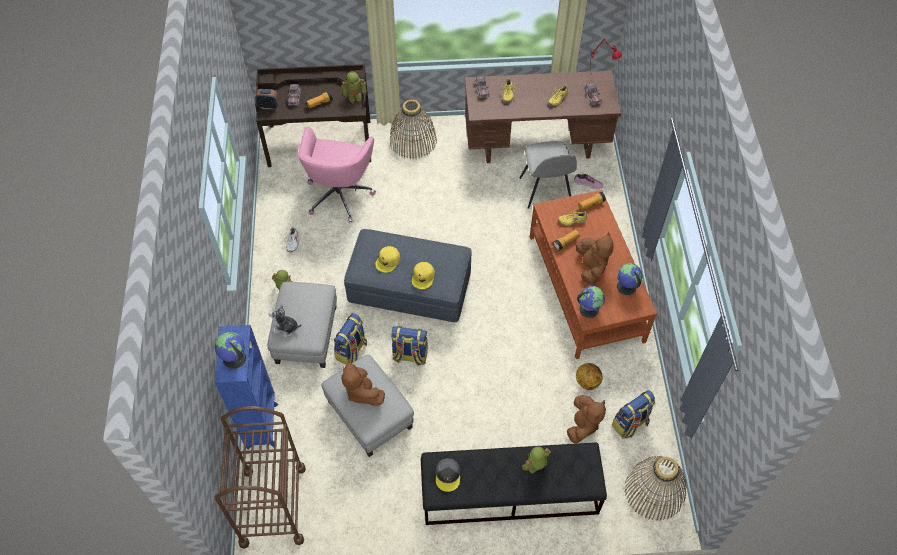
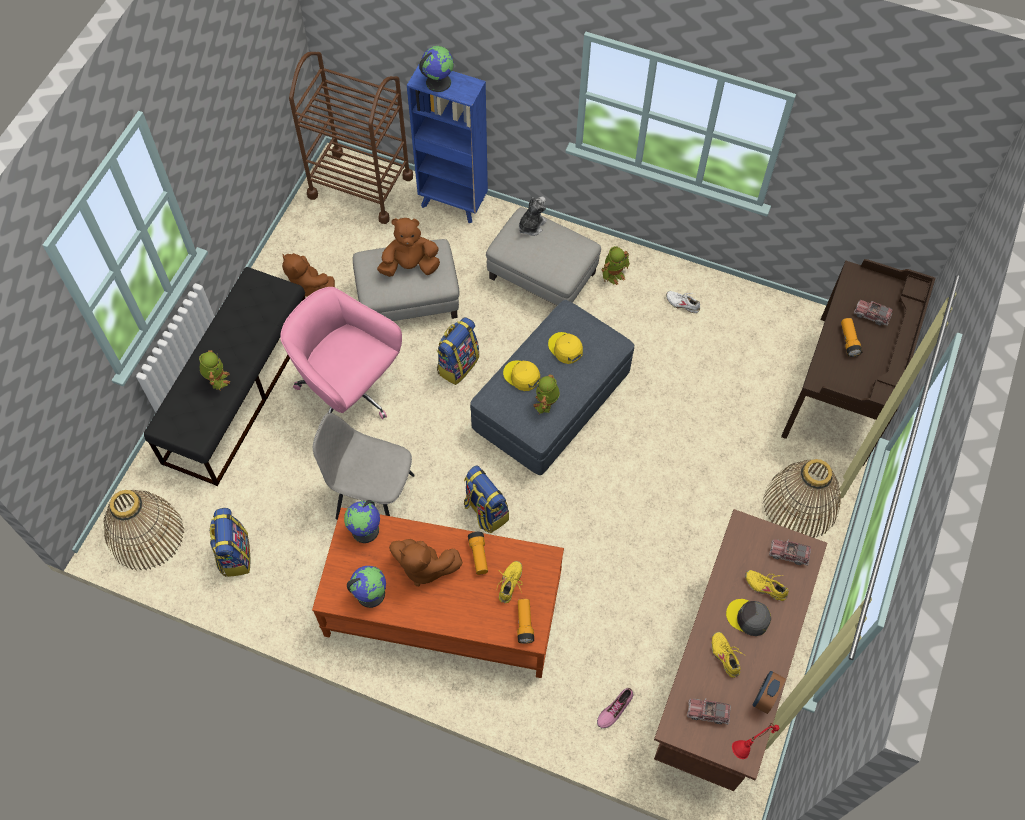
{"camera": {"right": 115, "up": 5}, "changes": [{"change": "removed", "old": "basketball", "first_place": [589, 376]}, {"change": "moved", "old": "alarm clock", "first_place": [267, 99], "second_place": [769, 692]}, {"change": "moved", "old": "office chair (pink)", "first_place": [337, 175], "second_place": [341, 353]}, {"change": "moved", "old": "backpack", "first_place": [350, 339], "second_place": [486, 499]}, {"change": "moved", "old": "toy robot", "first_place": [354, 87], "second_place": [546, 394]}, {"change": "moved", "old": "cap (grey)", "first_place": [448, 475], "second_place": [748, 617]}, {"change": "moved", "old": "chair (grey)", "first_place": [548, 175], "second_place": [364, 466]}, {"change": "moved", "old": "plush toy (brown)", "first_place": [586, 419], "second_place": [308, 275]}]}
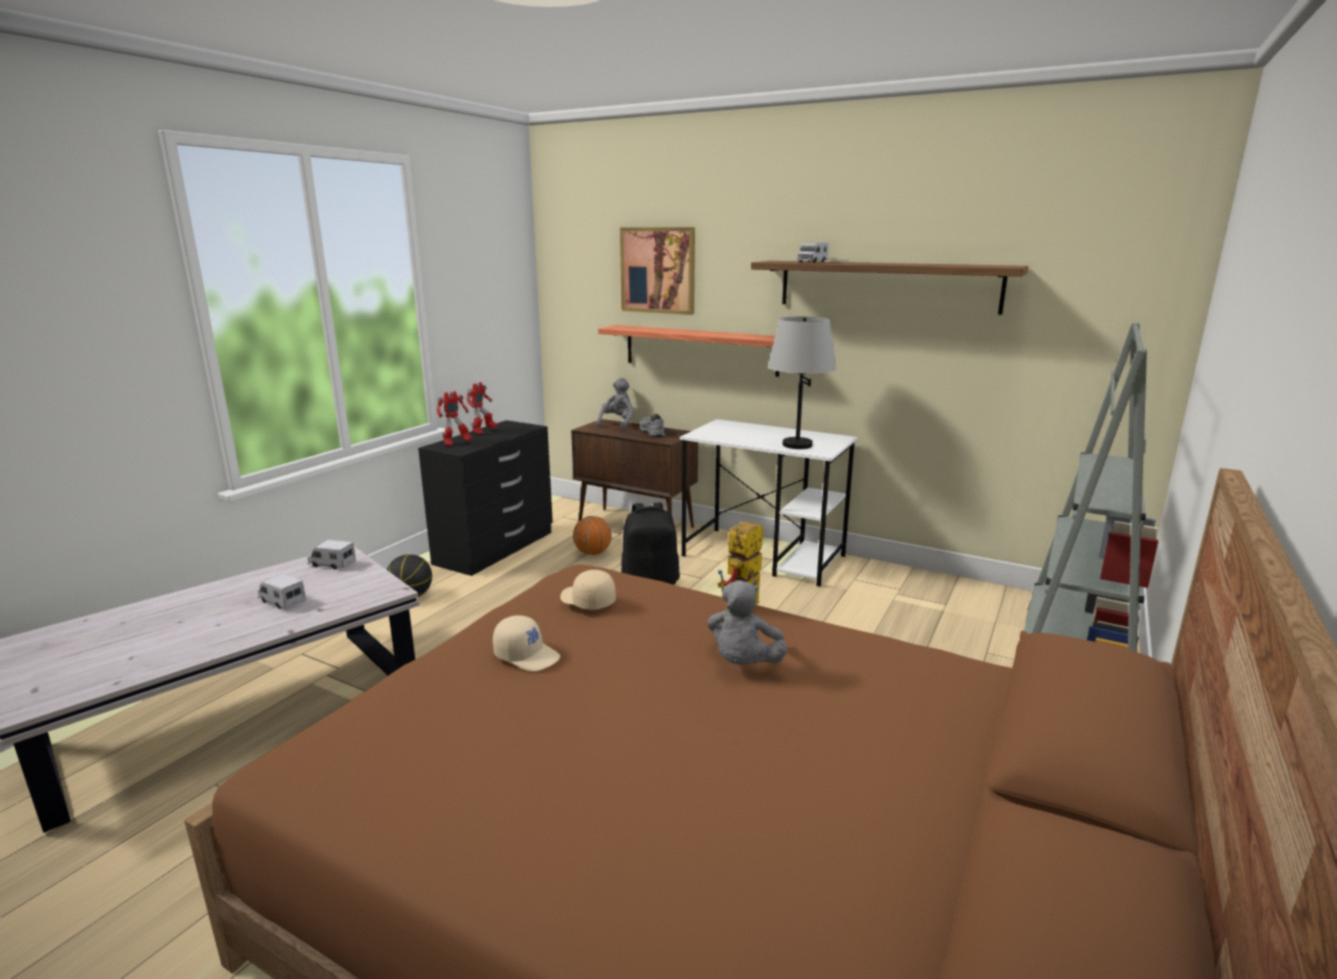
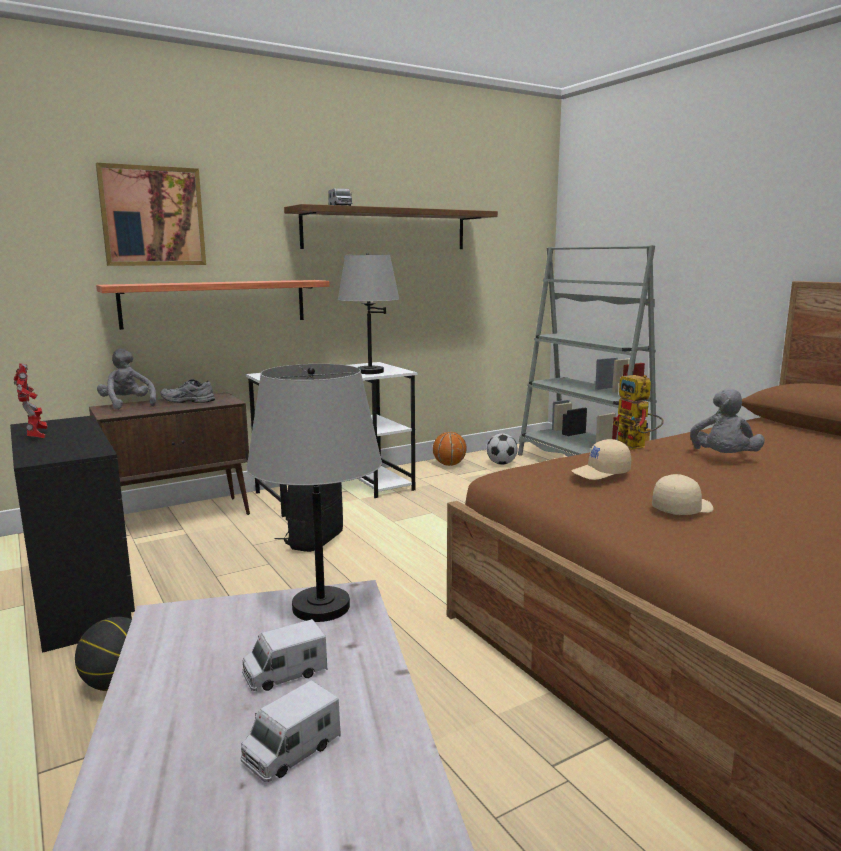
{"camera": {"right": -60, "up": -5}, "changes": [{"change": "removed", "old": "toy robot", "first_place": [454, 418]}, {"change": "added", "new": "table lamp (grey)", "second_place": [314, 493]}, {"change": "added", "new": "football", "second_place": [502, 449]}, {"change": "moved", "old": "toy truck", "first_place": [331, 555], "second_place": [291, 731]}, {"change": "moved", "old": "basketball", "first_place": [592, 535], "second_place": [450, 449]}, {"change": "turned", "old": "plush toy (grey)", "first_place": [747, 622], "second_place": [727, 420], "degrees": 60}]}
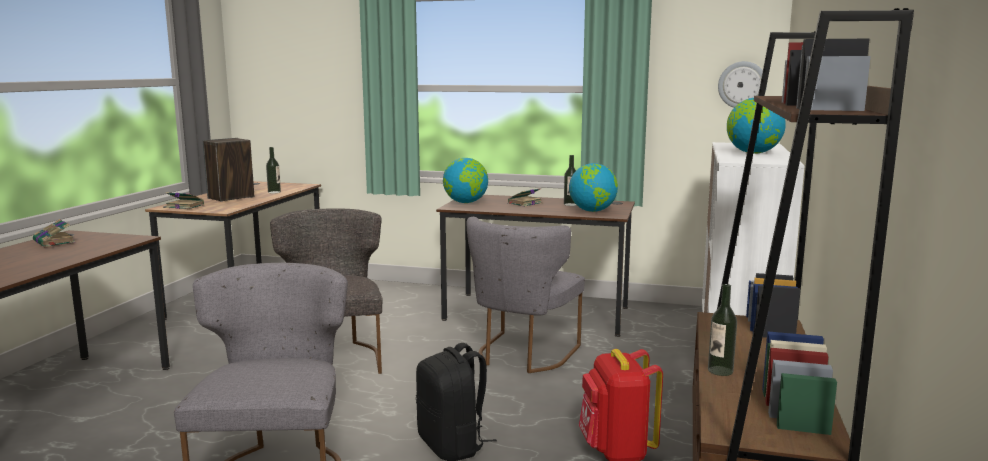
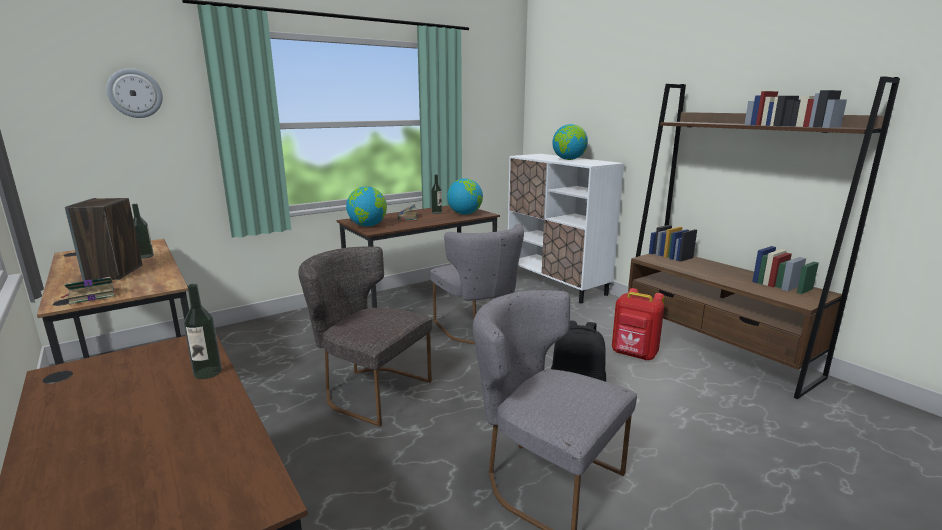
{"camera": {"right": -50, "up": 5}, "changes": [{"change": "removed", "old": "book", "first_place": [54, 233]}, {"change": "moved", "old": "bottle", "first_place": [722, 330], "second_place": [203, 331]}, {"change": "moved", "old": "wall clock", "first_place": [742, 84], "second_place": [134, 93]}]}
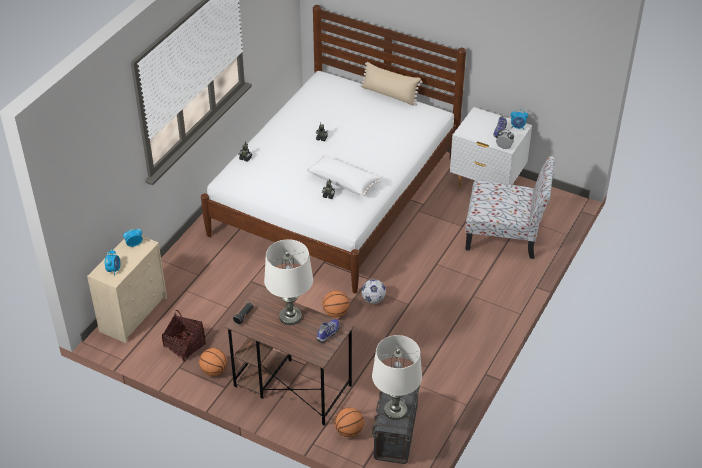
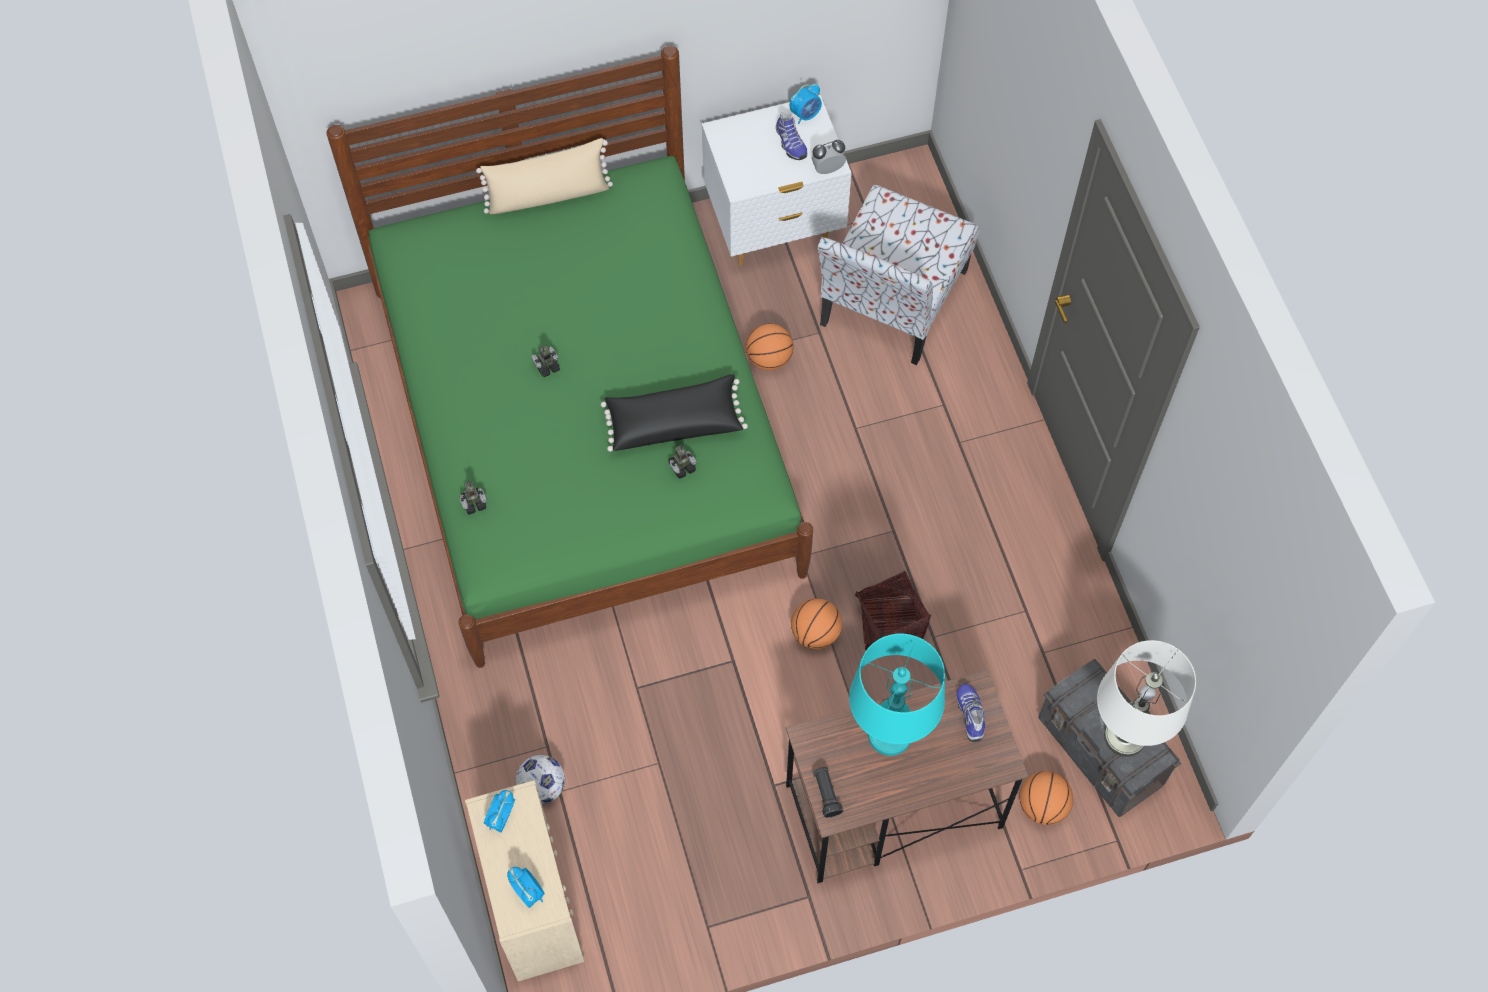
{"camera": {"right": -45, "up": 20}, "changes": [{"change": "moved", "old": "basket", "first_place": [184, 335], "second_place": [893, 610]}, {"change": "moved", "old": "basketball", "first_place": [213, 362], "second_place": [770, 347]}, {"change": "moved", "old": "football", "first_place": [373, 291], "second_place": [540, 779]}, {"change": "recoloured", "old": "bed (white)", "new": "bed (green)", "first_place": [333, 149], "second_place": [570, 356]}, {"change": "recoloured", "old": "table lamp (white)", "new": "table lamp (turquoise)", "first_place": [288, 282], "second_place": [897, 695]}, {"change": "recoloured", "old": "pillow (white)", "new": "pillow (black)", "first_place": [344, 175], "second_place": [674, 413]}, {"change": "turned", "old": "chair", "first_place": [510, 207], "second_place": [898, 275], "degrees": 150}]}
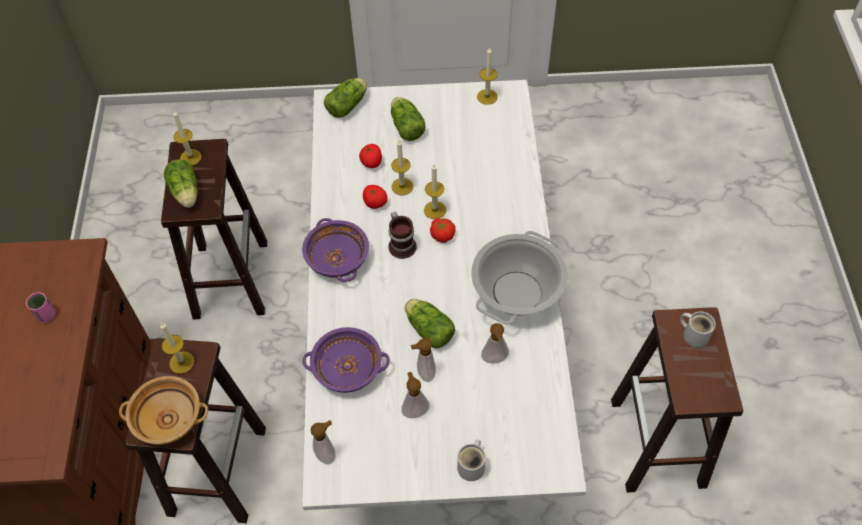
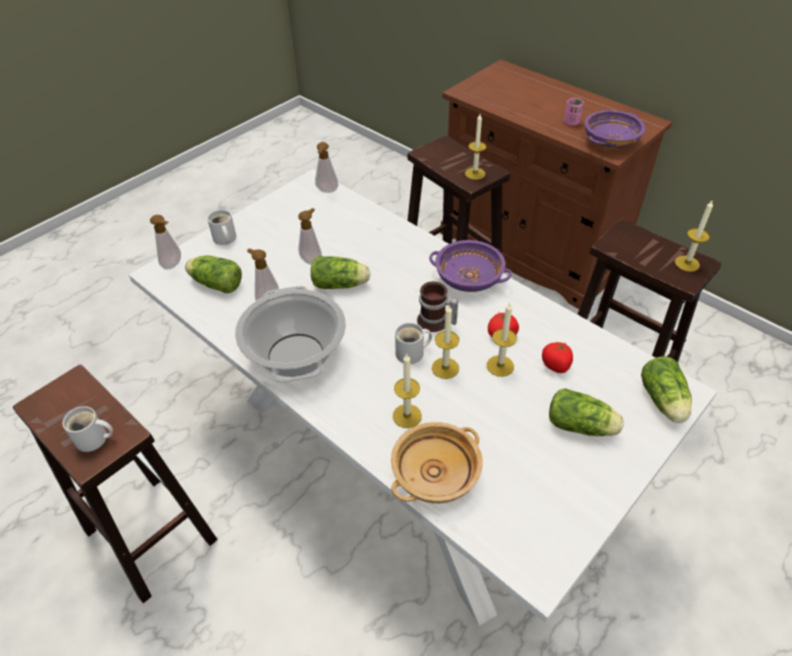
{"camera": {"right": 135, "up": -10}, "changes": [{"change": "moved", "old": "bowl (beige)", "first_place": [163, 410], "second_place": [437, 462]}, {"change": "moved", "old": "lettuce", "first_place": [181, 183], "second_place": [213, 274]}, {"change": "moved", "old": "bowl (purple)", "first_place": [346, 360], "second_place": [615, 129]}, {"change": "moved", "old": "soap dispenser", "first_place": [415, 395], "second_place": [165, 242]}, {"change": "moved", "old": "candle", "first_place": [487, 76], "second_place": [407, 390]}, {"change": "replaced", "old": "tomato", "new": "mug (white)", "first_place": [443, 230], "second_place": [413, 343]}]}
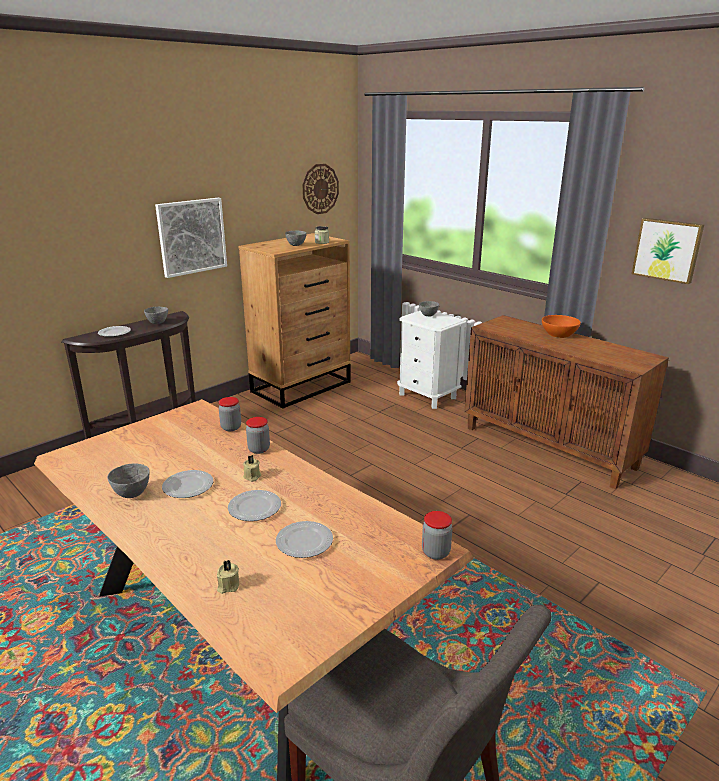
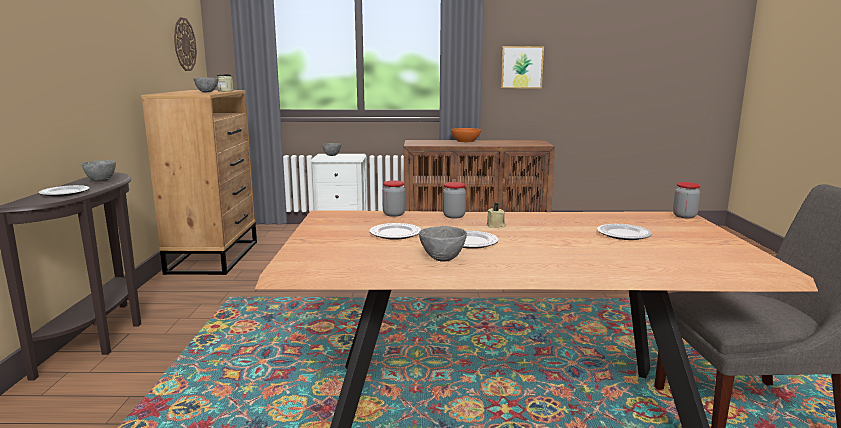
{"camera": {"right": -45, "up": -10}, "changes": [{"change": "removed", "old": "picture", "first_place": [191, 238]}, {"change": "removed", "old": "candle (beige)", "first_place": [228, 577]}, {"change": "moved", "old": "plate", "first_place": [254, 505], "second_place": [395, 231]}]}
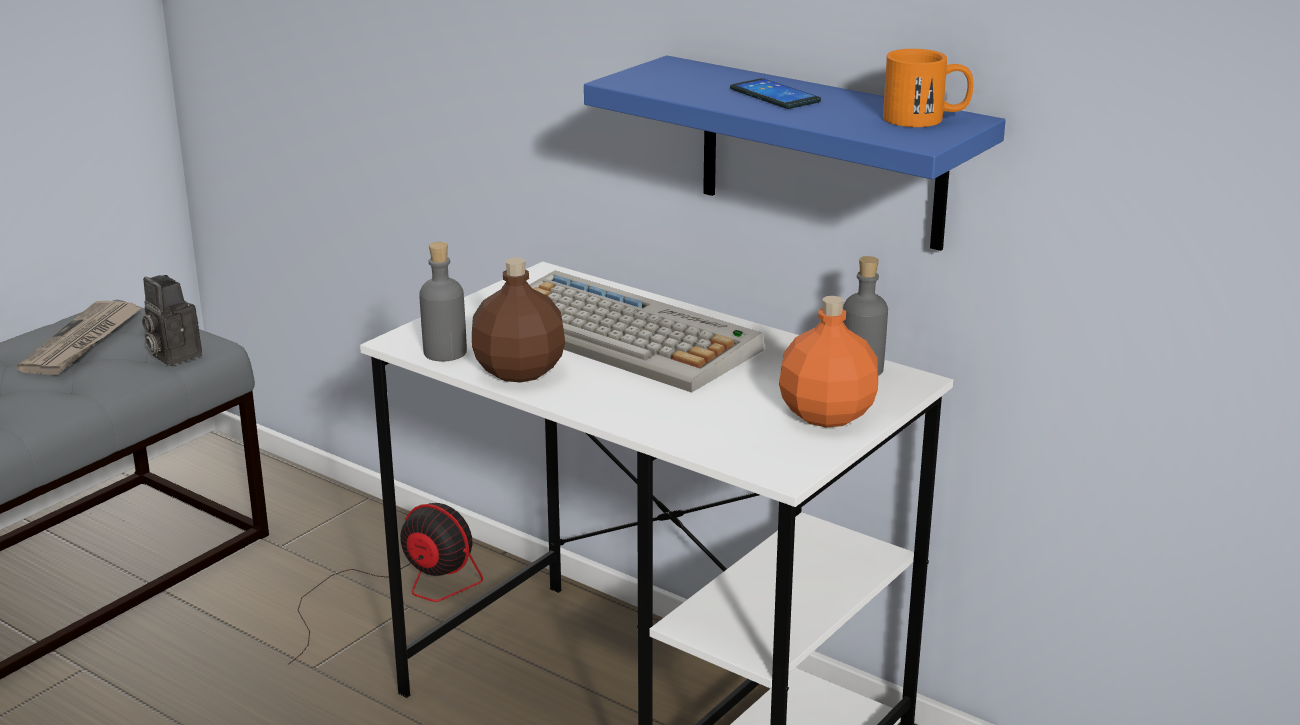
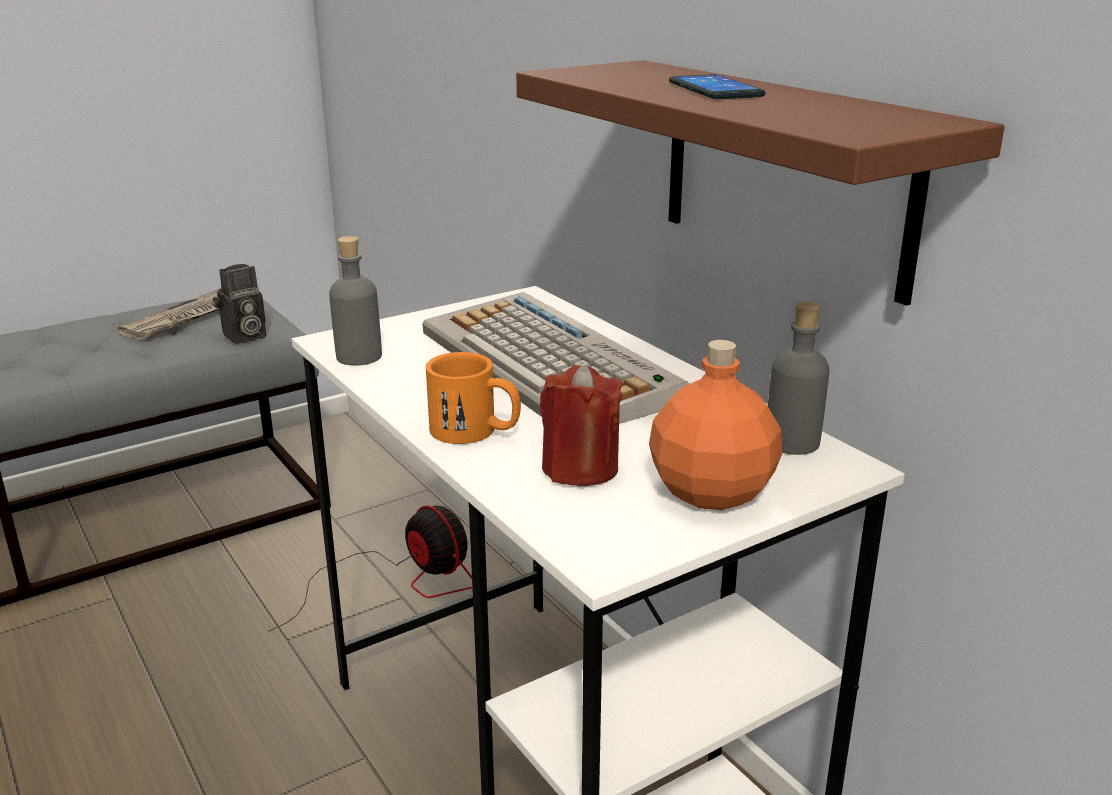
{"camera": {"right": 20, "up": 0}, "changes": [{"change": "removed", "old": "bottle (brown)", "first_place": [518, 320]}, {"change": "added", "new": "candle (red)", "second_place": [581, 425]}, {"change": "moved", "old": "mug (orange)", "first_place": [928, 88], "second_place": [473, 398]}, {"change": "recoloured", "old": "shelf (blue)", "new": "shelf (brown)", "first_place": [795, 153], "second_place": [760, 183]}, {"change": "turned", "old": "photo camera", "first_place": [172, 320], "second_place": [239, 304], "degrees": -105}]}
